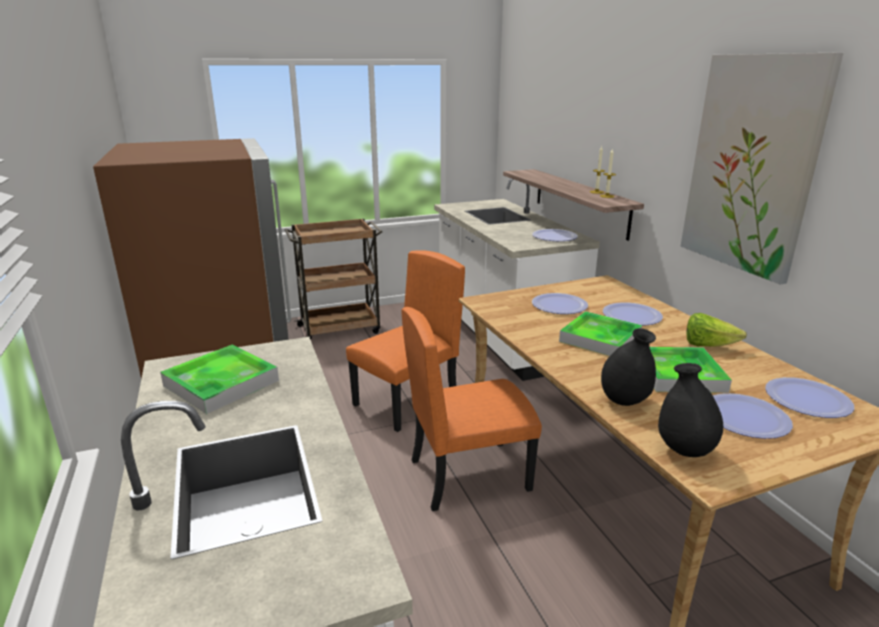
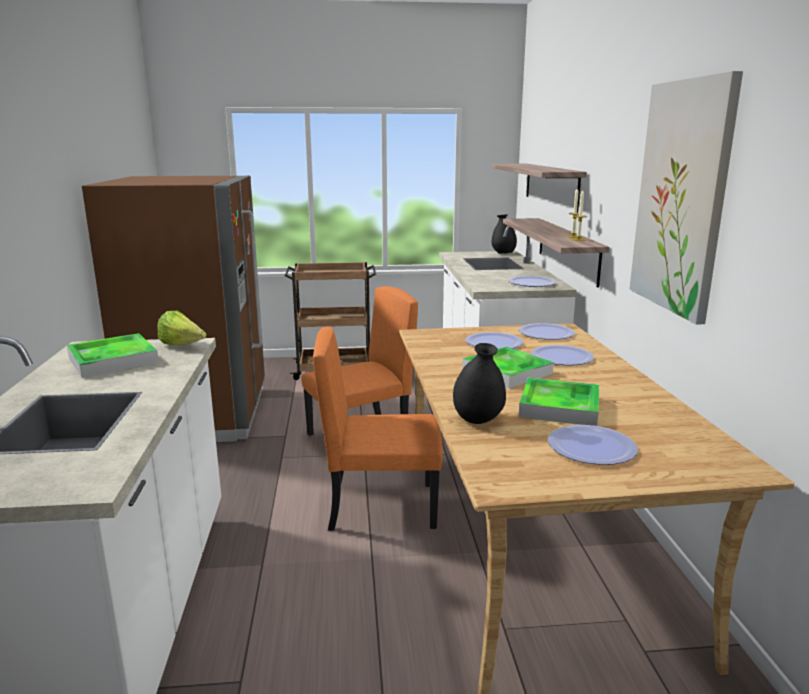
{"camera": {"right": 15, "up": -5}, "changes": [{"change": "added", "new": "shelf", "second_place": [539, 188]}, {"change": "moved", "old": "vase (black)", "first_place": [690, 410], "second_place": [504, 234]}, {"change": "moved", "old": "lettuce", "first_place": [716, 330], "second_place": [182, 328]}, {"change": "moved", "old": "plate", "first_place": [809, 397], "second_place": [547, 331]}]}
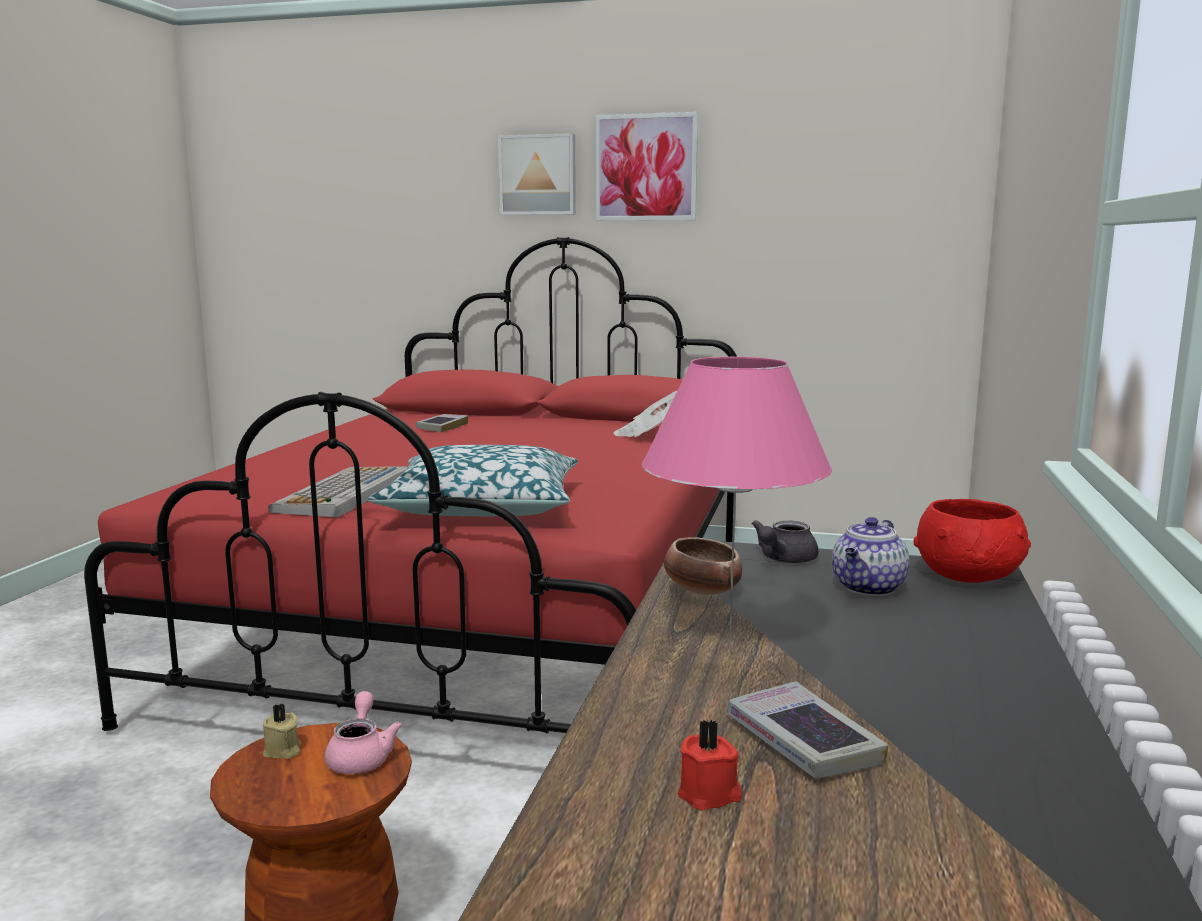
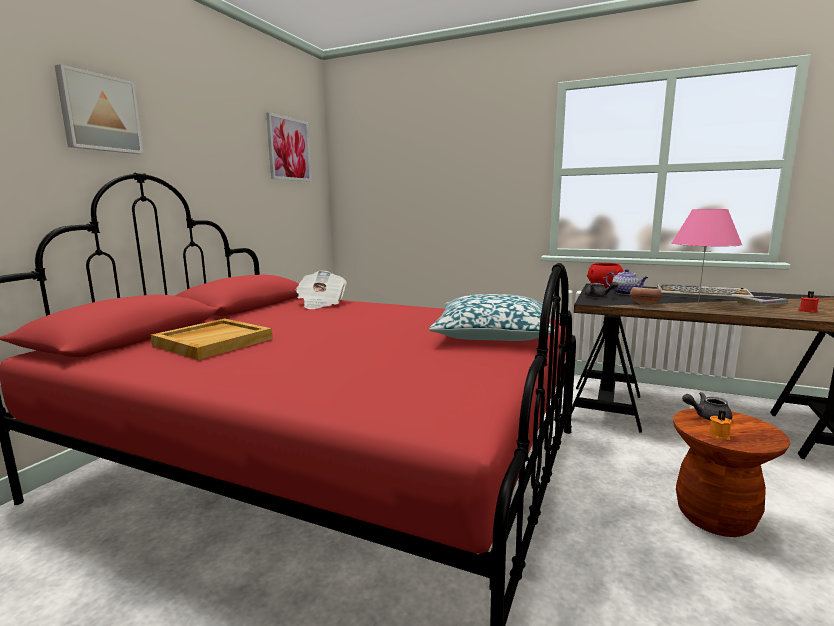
{"camera": {"right": -80, "up": 0}, "changes": [{"change": "moved", "old": "keyboard", "first_place": [337, 492], "second_place": [705, 292]}, {"change": "moved", "old": "picture", "first_place": [646, 166], "second_place": [288, 147]}, {"change": "replaced", "old": "book", "new": "tray (beige)", "first_place": [441, 423], "second_place": [212, 339]}, {"change": "recoloured", "old": "candle (beige)", "new": "candle (orange)", "first_place": [282, 731], "second_place": [719, 425]}, {"change": "recoloured", "old": "teapot (pink)", "new": "teapot (grey)", "first_place": [363, 732], "second_place": [707, 406]}]}
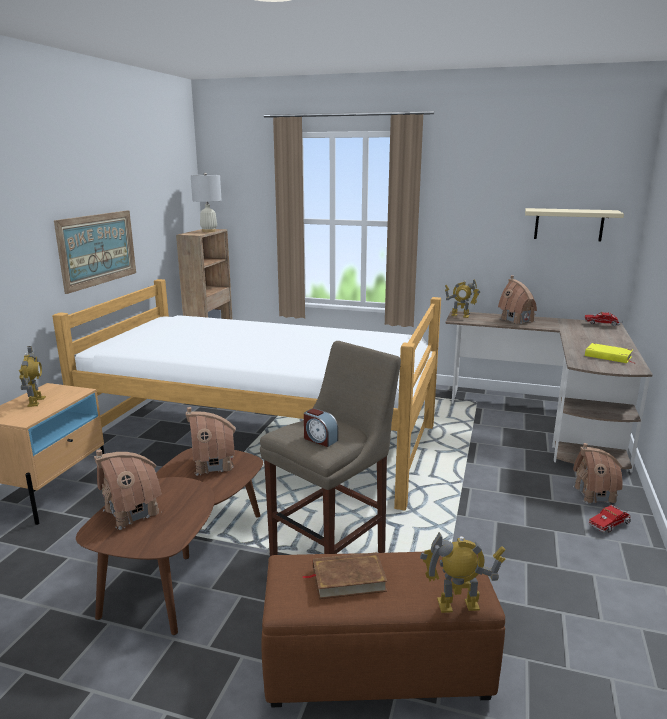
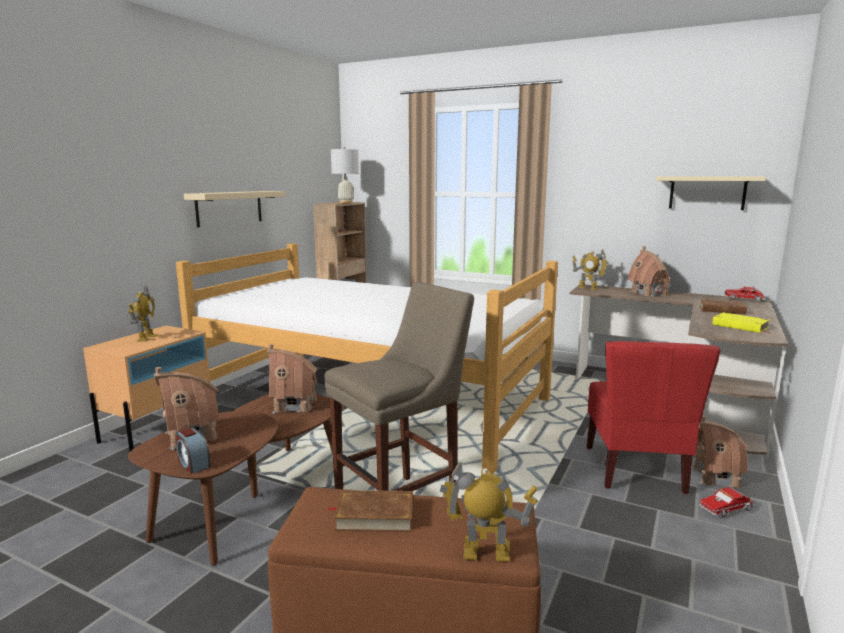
{"camera": {"right": 10, "up": -5}, "changes": [{"change": "added", "new": "chair (red)", "second_place": [654, 417]}, {"change": "added", "new": "book (brown)", "second_place": [726, 306]}, {"change": "moved", "old": "alarm clock", "first_place": [321, 427], "second_place": [193, 451]}, {"change": "replaced", "old": "picture", "new": "shelf (beige)", "first_place": [95, 252], "second_place": [235, 209]}]}
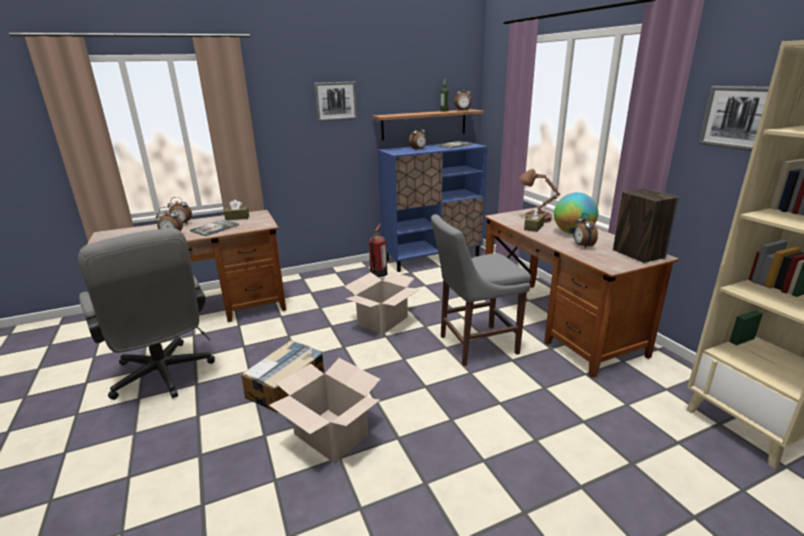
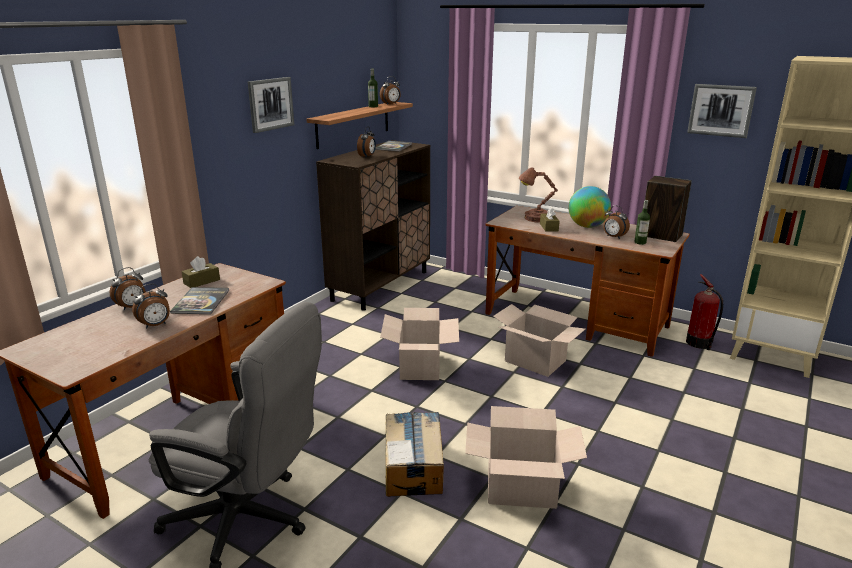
{"camera": {"right": -35, "up": 0}, "changes": [{"change": "added", "new": "bottle", "second_place": [642, 222]}, {"change": "moved", "old": "fire extinguisher", "first_place": [378, 250], "second_place": [704, 312]}, {"change": "replaced", "old": "chair (grey)", "new": "cardboard box", "first_place": [481, 290], "second_place": [539, 340]}, {"change": "recoloured", "old": "cabinet (blue)", "new": "cabinet (brown)", "first_place": [433, 206], "second_place": [373, 225]}]}
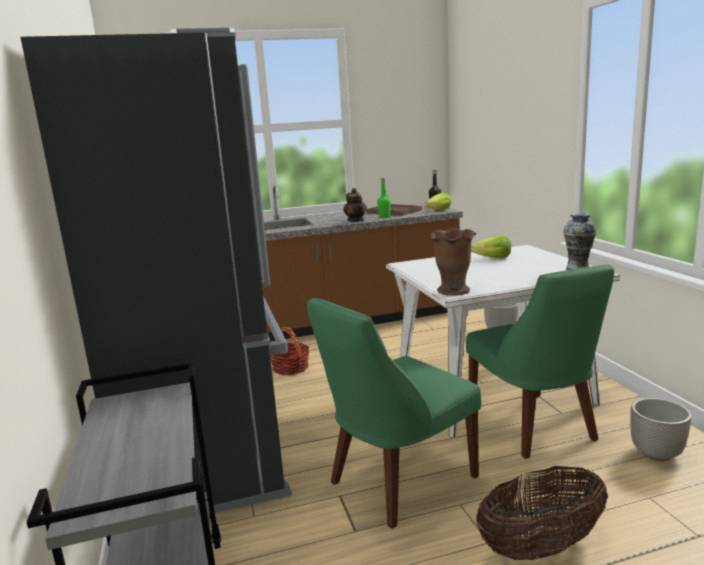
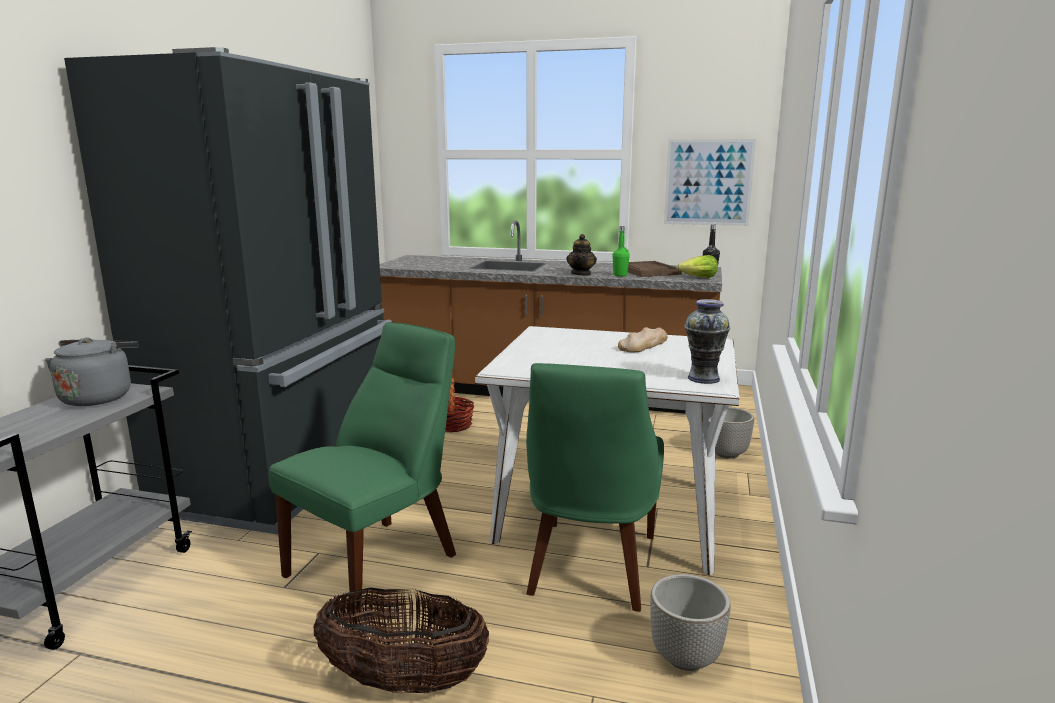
{"camera": {"right": 30, "up": 0}, "changes": [{"change": "removed", "old": "vase (brown)", "first_place": [452, 262]}, {"change": "added", "new": "kettle (grey)", "second_place": [91, 372]}, {"change": "added", "new": "picture", "second_place": [710, 182]}, {"change": "replaced", "old": "lettuce", "new": "bread", "first_place": [491, 246], "second_place": [643, 340]}, {"change": "turned", "old": "chair (green)", "first_place": [394, 413], "second_place": [362, 467], "degrees": 135}]}
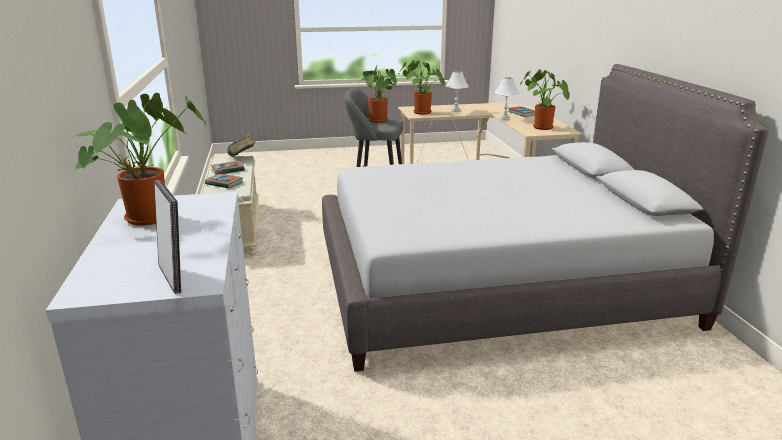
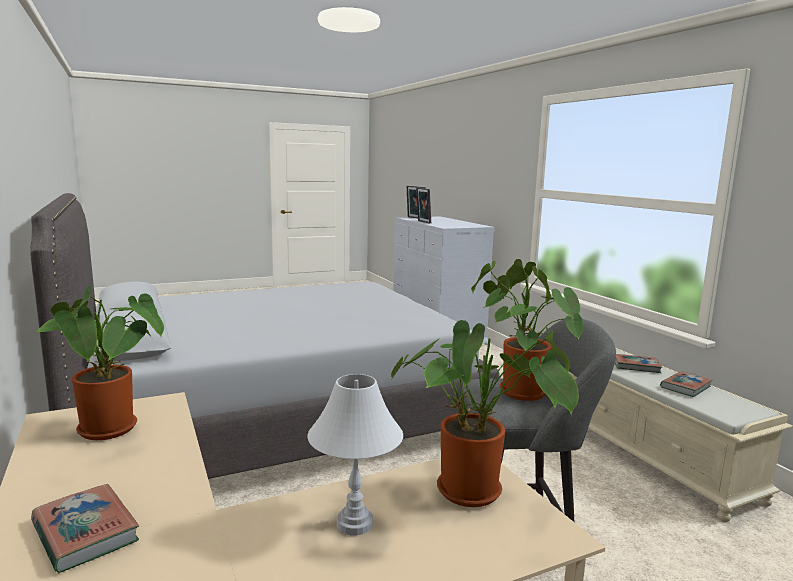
{"camera": {"right": 165, "up": -10}, "changes": [{"change": "removed", "old": "potted plant", "first_place": [140, 159]}, {"change": "removed", "old": "book", "first_place": [241, 145]}, {"change": "removed", "old": "table lamp (white)", "first_place": [507, 98]}, {"change": "added", "new": "picture frame", "second_place": [423, 206]}]}
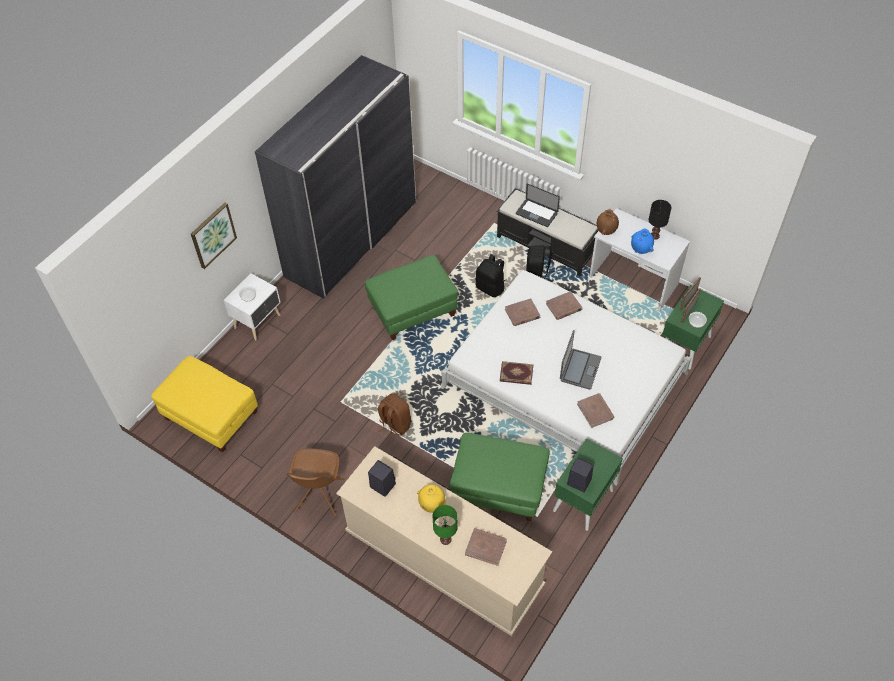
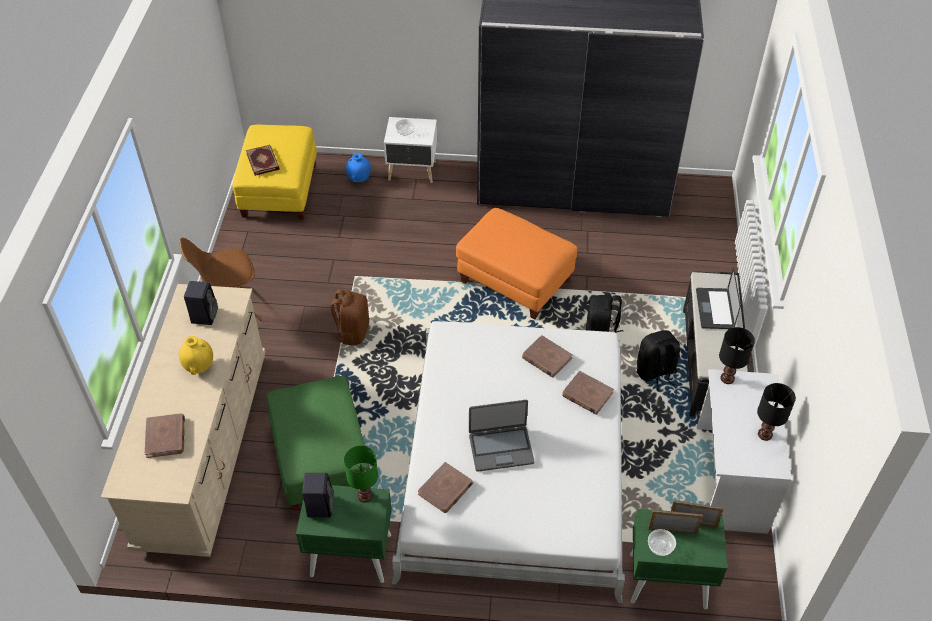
{"camera": {"right": 60, "up": -5}, "changes": [{"change": "removed", "old": "picture", "first_place": [214, 236]}, {"change": "moved", "old": "table lamp (green)", "first_place": [445, 525], "second_place": [361, 473]}, {"change": "moved", "old": "book", "first_place": [517, 373], "second_place": [263, 160]}, {"change": "moved", "old": "vase (blue)", "first_place": [642, 241], "second_place": [358, 167]}, {"change": "replaced", "old": "vase (brown)", "new": "table lamp (black)", "first_place": [608, 222], "second_place": [737, 355]}, {"change": "recoloured", "old": "ottoman (green)", "new": "ottoman (orange)", "first_place": [411, 298], "second_place": [517, 264]}]}
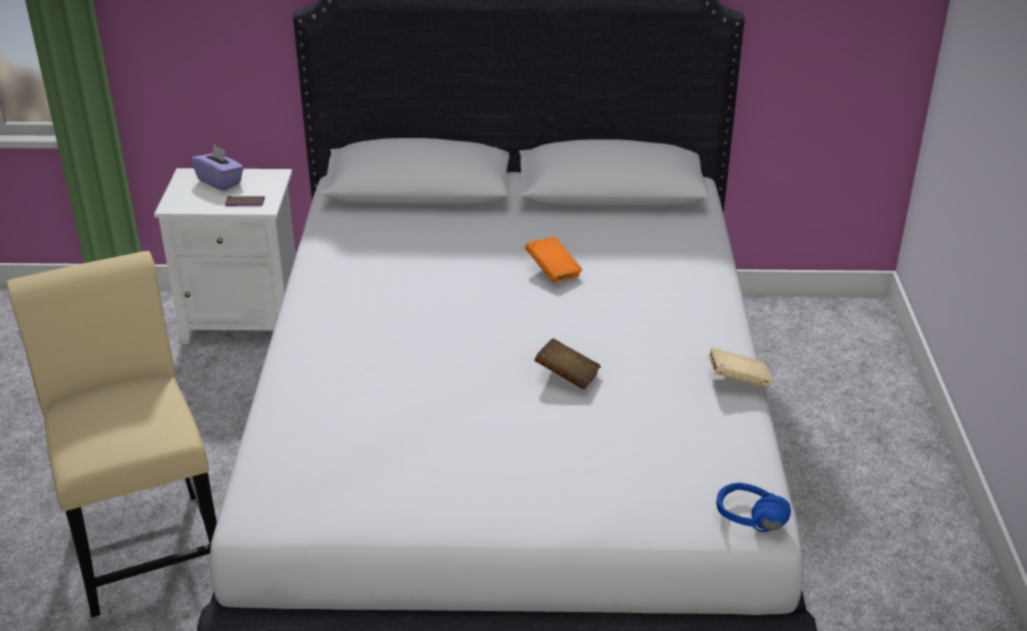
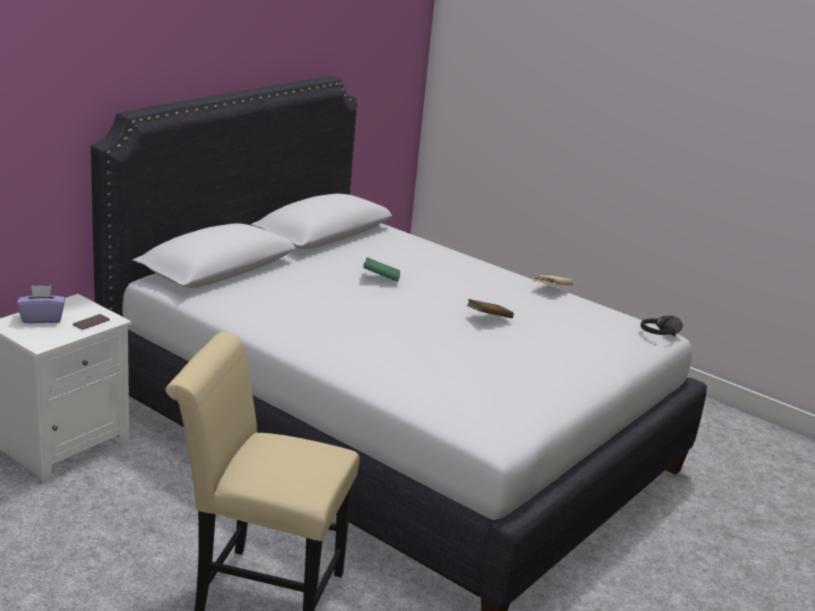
{"camera": {"right": -55, "up": -10}, "changes": [{"change": "recoloured", "old": "book (orange)", "new": "book (green)", "first_place": [553, 259], "second_place": [381, 269]}, {"change": "recoloured", "old": "headphones (blue)", "new": "headphones (black)", "first_place": [753, 507], "second_place": [662, 325]}]}
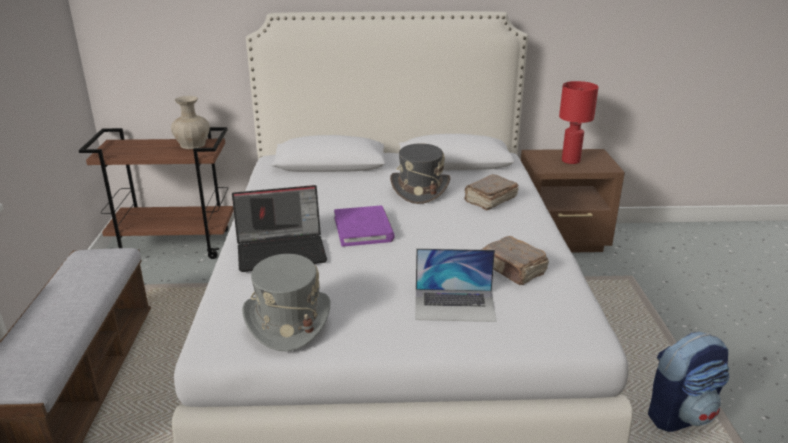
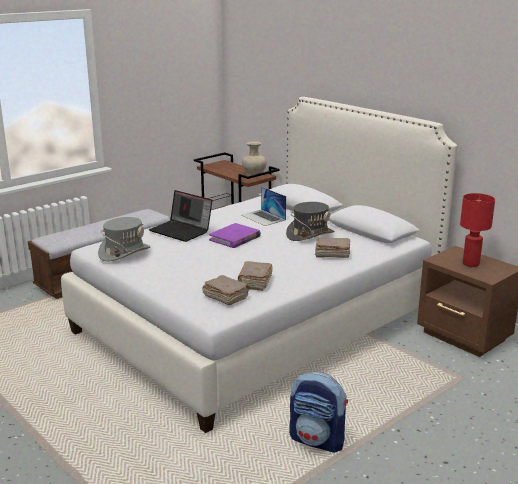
{"camera": {"right": 50, "up": -5}, "changes": [{"change": "added", "new": "book (brown)", "second_place": [226, 290]}, {"change": "moved", "old": "laptop", "first_place": [456, 285], "second_place": [263, 206]}]}
